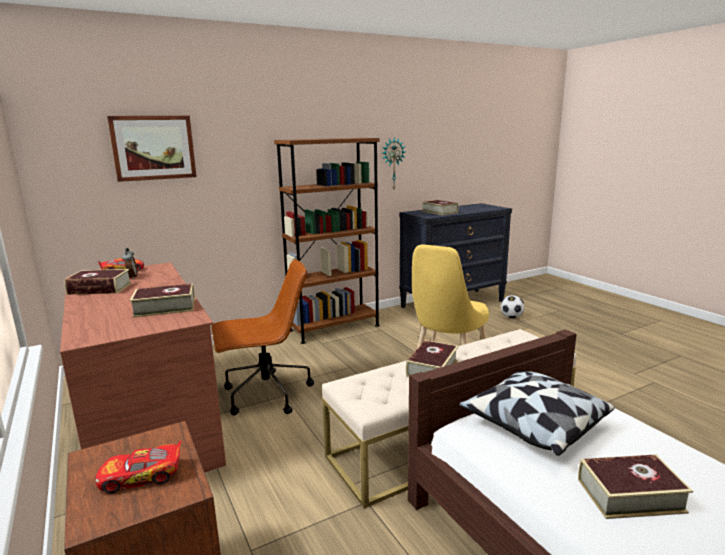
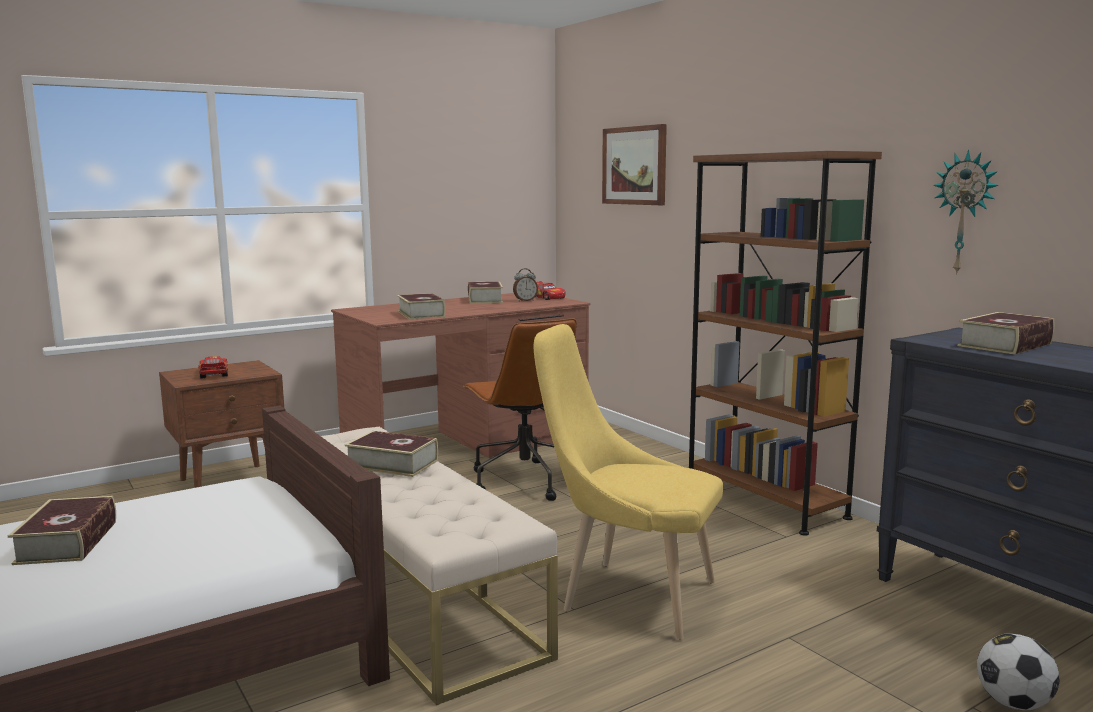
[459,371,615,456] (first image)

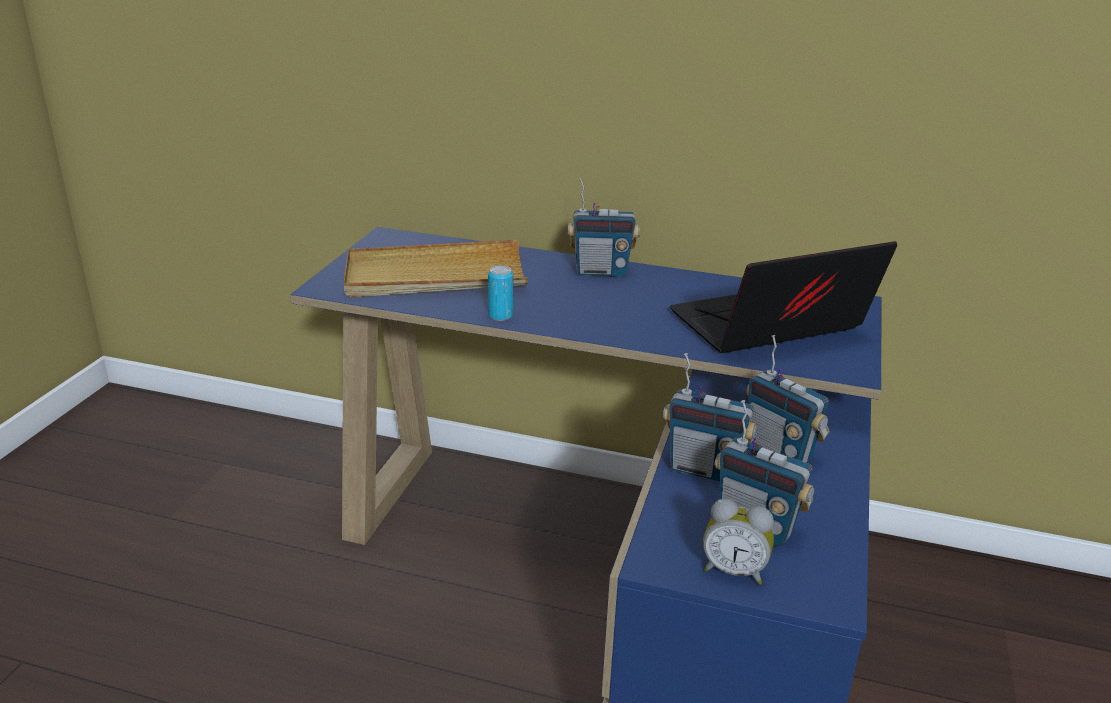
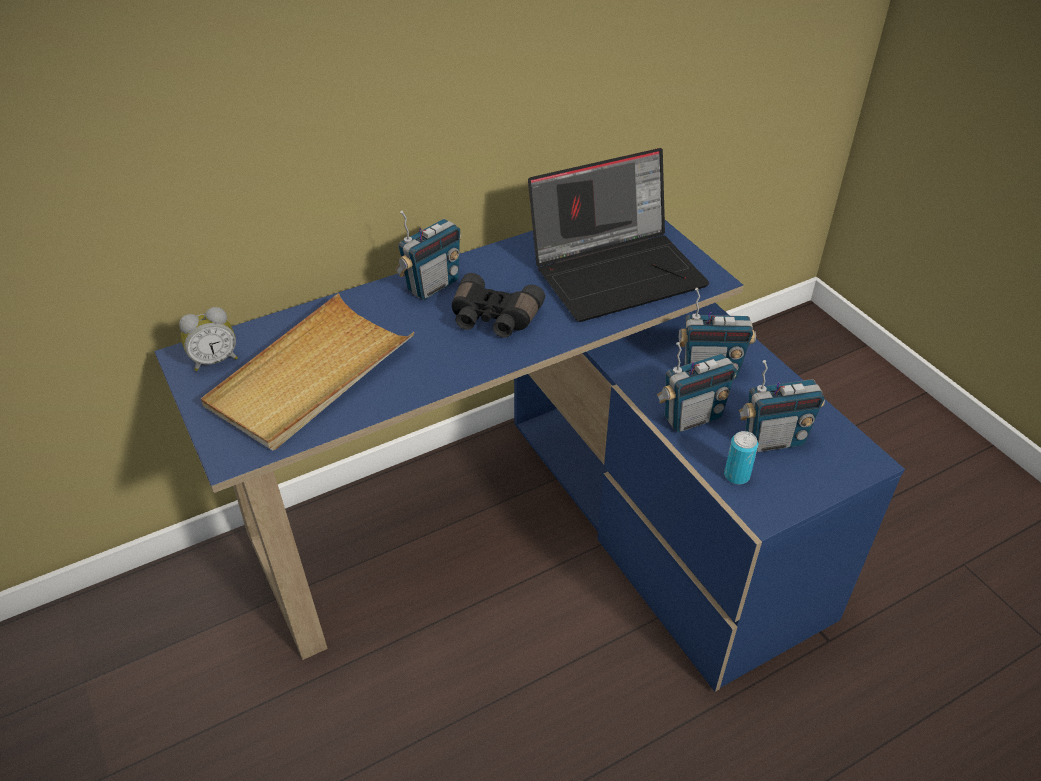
[452,273,545,338]
[724,431,758,485]
[179,307,238,371]
[528,148,709,322]

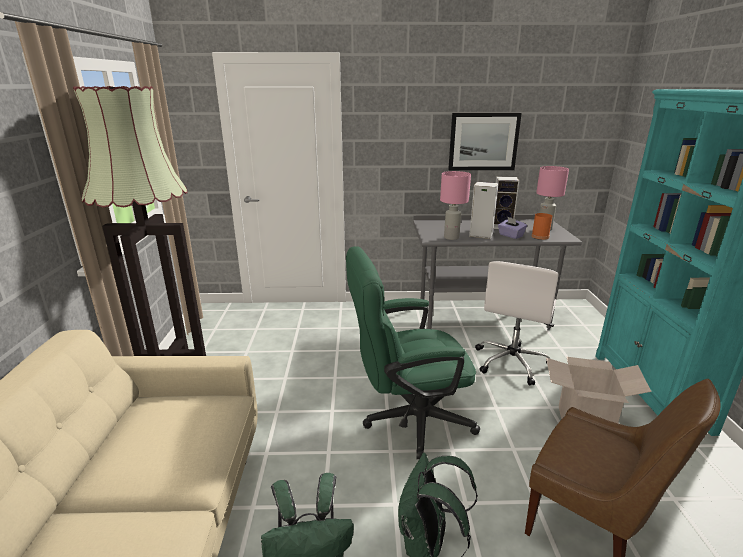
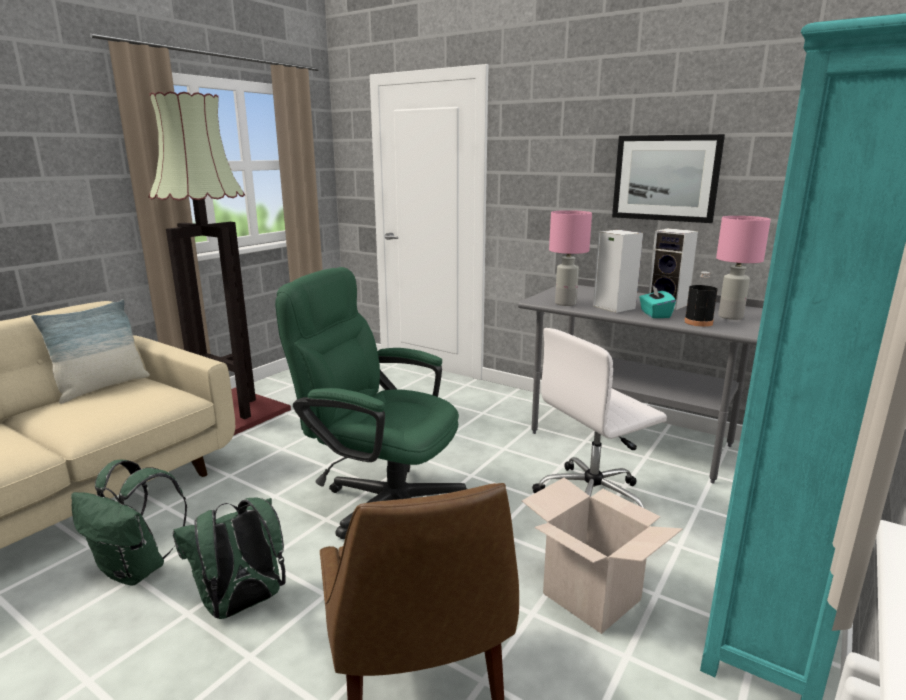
[31,299,150,404]
[639,285,676,318]
[684,272,717,327]

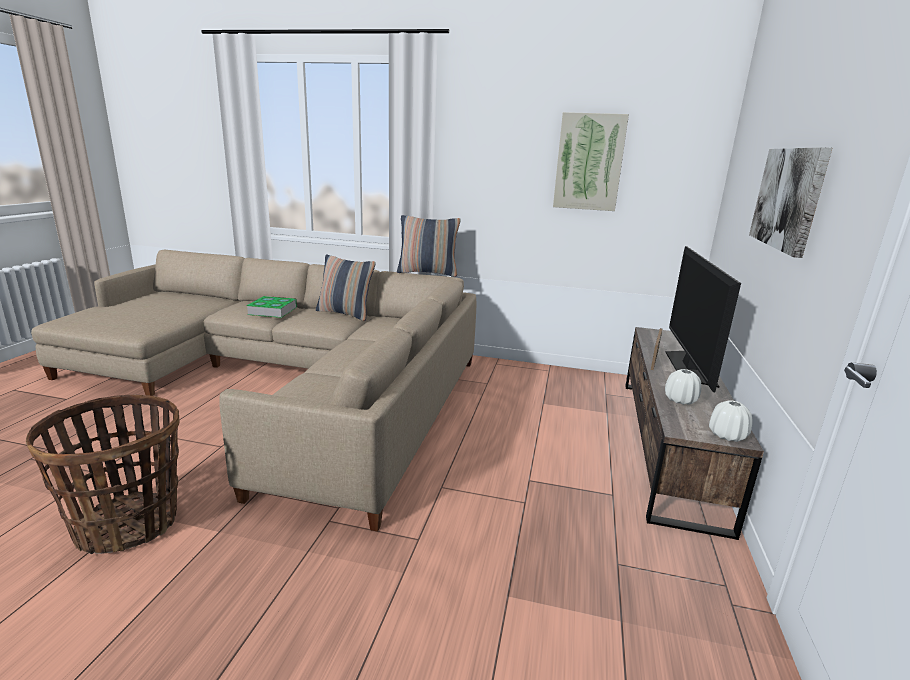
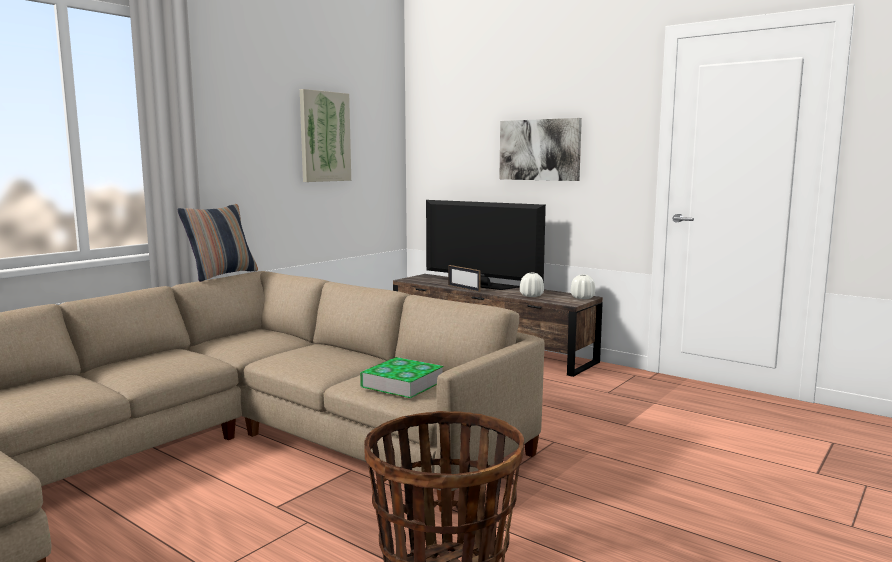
[316,254,376,321] (first image)
[360,357,444,398]

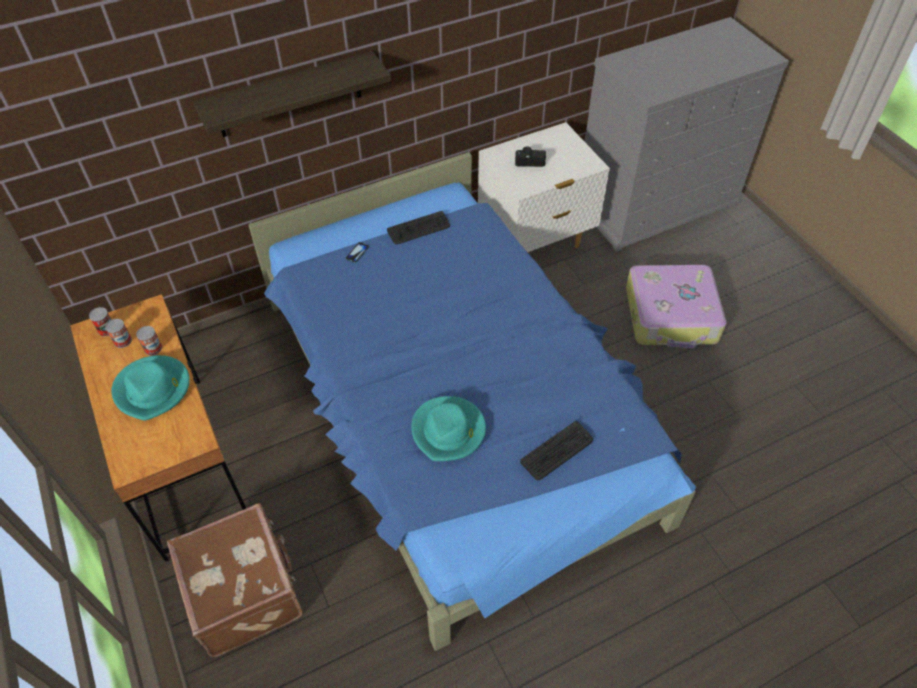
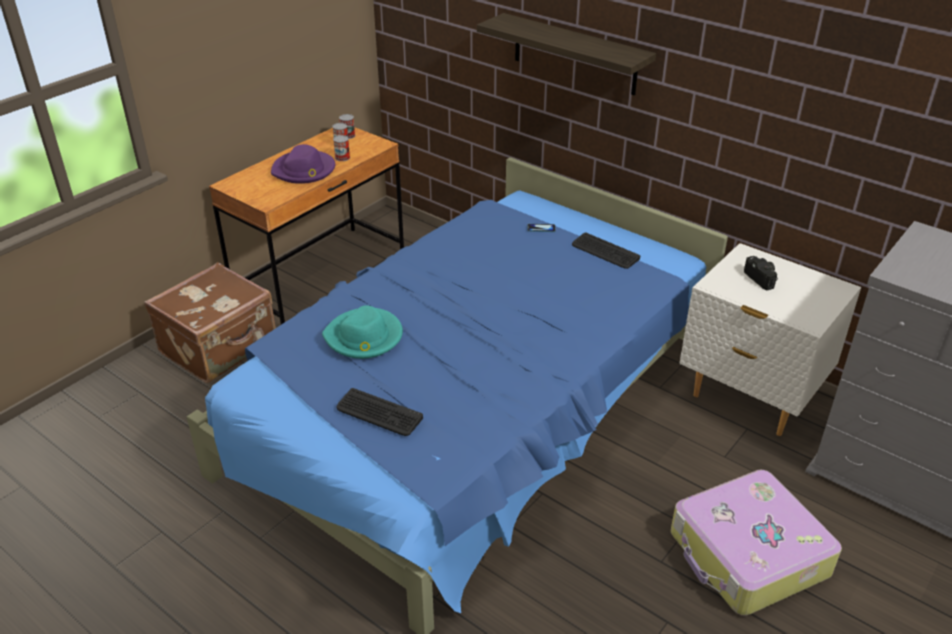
[271,144,335,184]

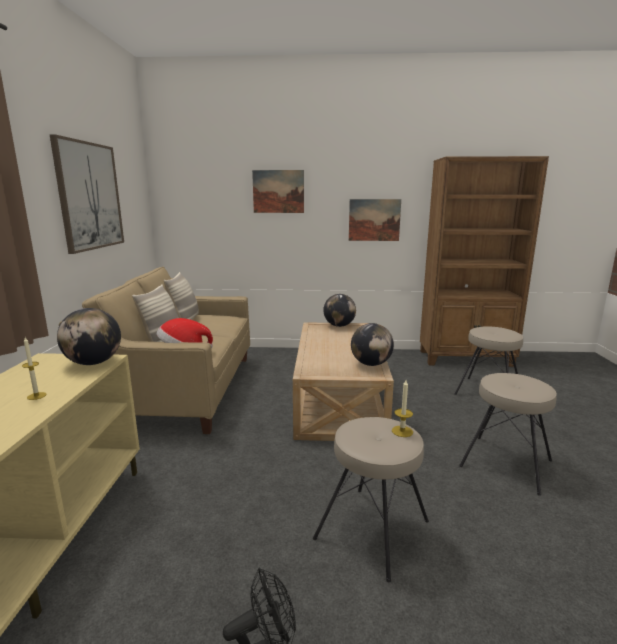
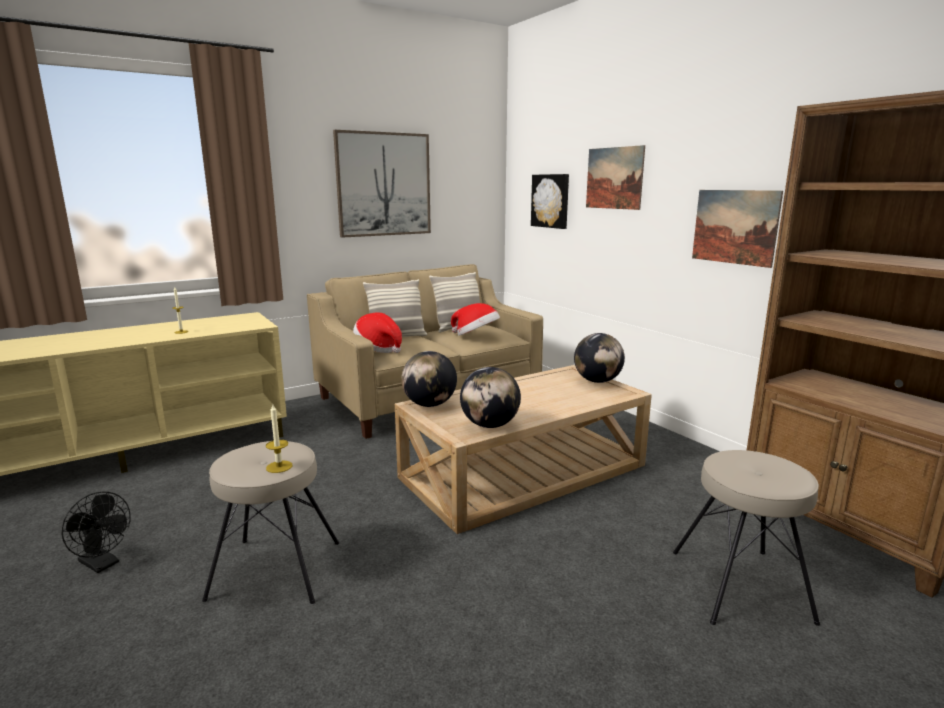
[459,373,557,496] (first image)
[451,303,500,336]
[531,174,569,229]
[401,351,457,407]

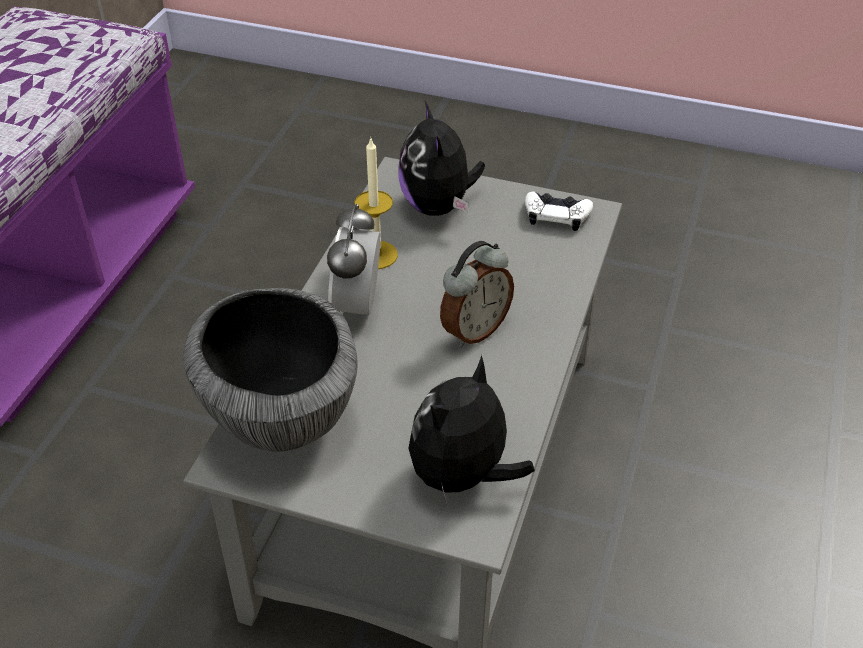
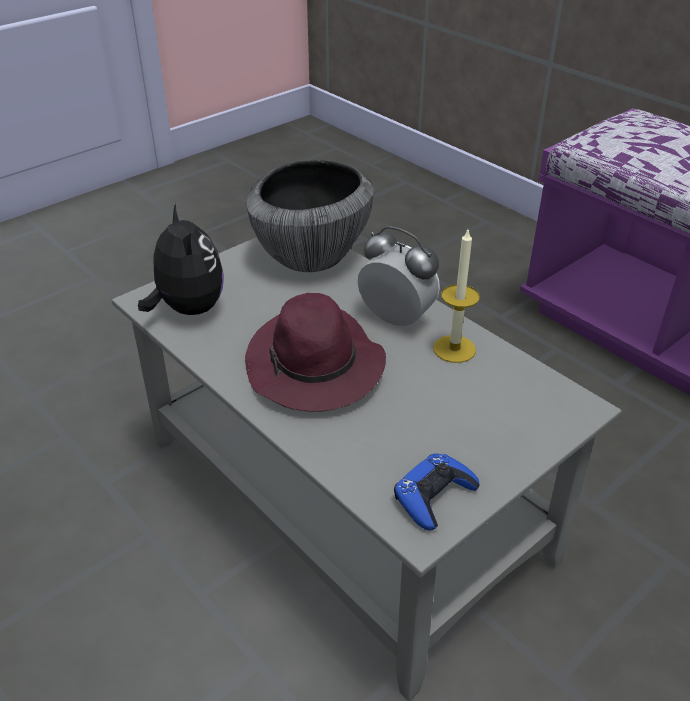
[398,101,485,216] (first image)
[245,293,386,412]
[394,453,480,531]

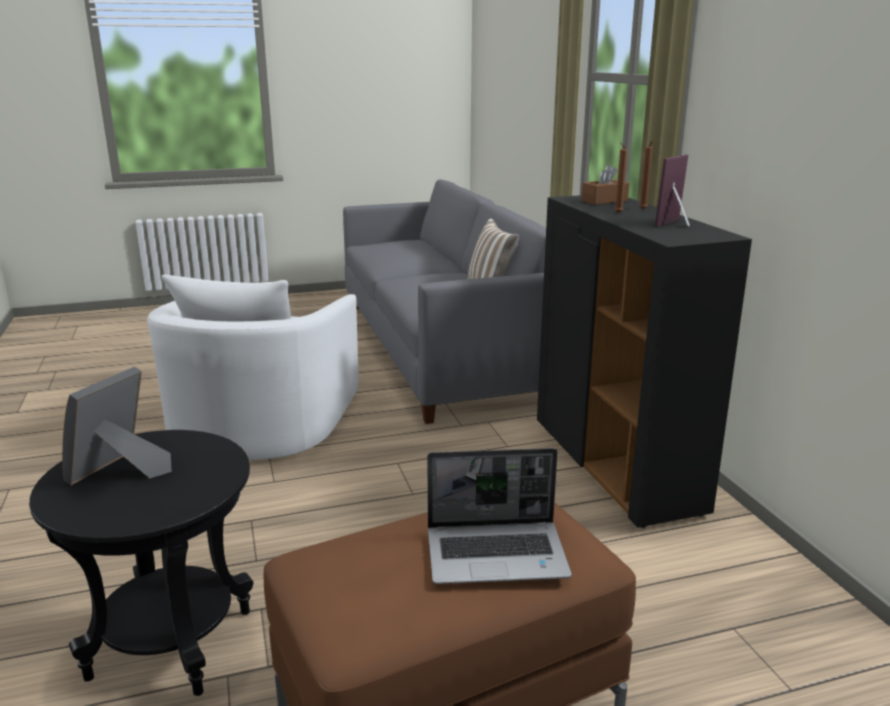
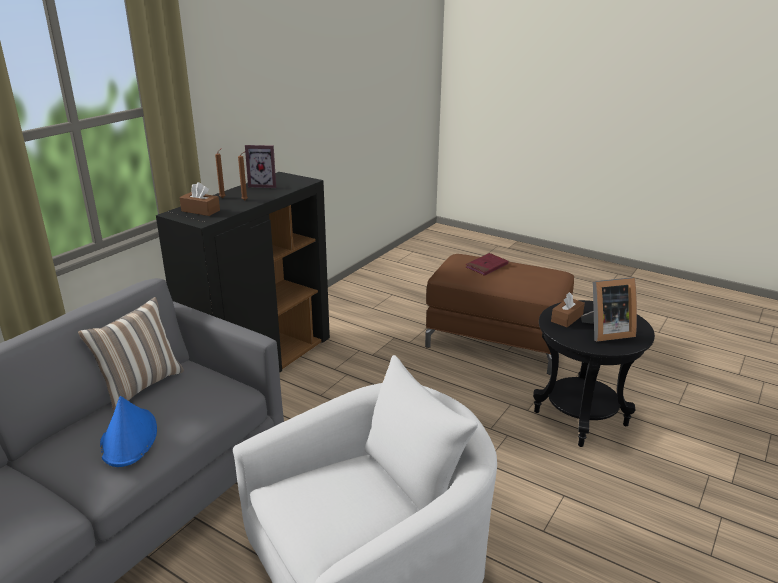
[100,396,157,467]
[551,292,585,327]
[466,253,509,275]

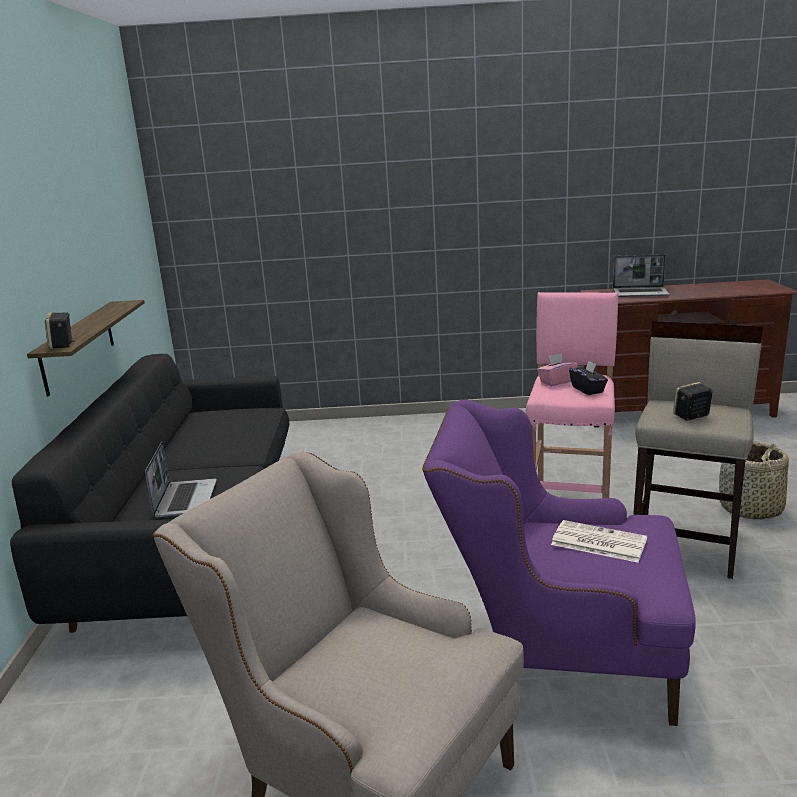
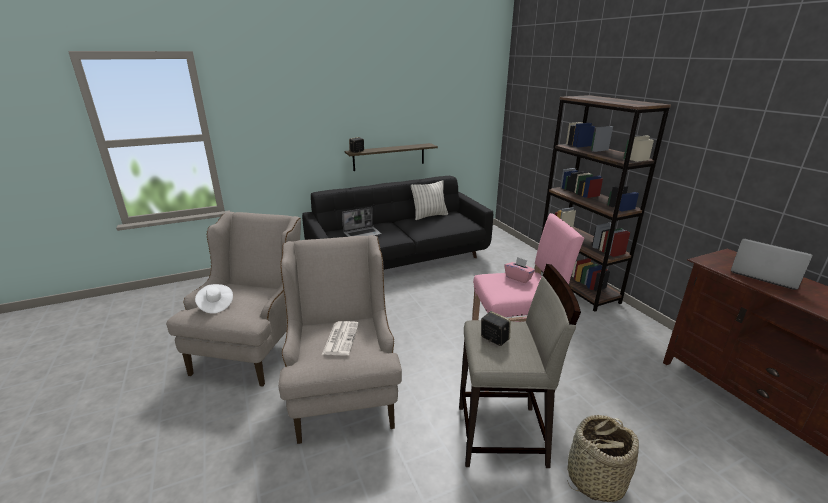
[569,360,608,395] (first image)
[195,284,233,314]
[411,180,448,220]
[541,95,671,312]
[278,235,402,444]
[731,238,813,290]

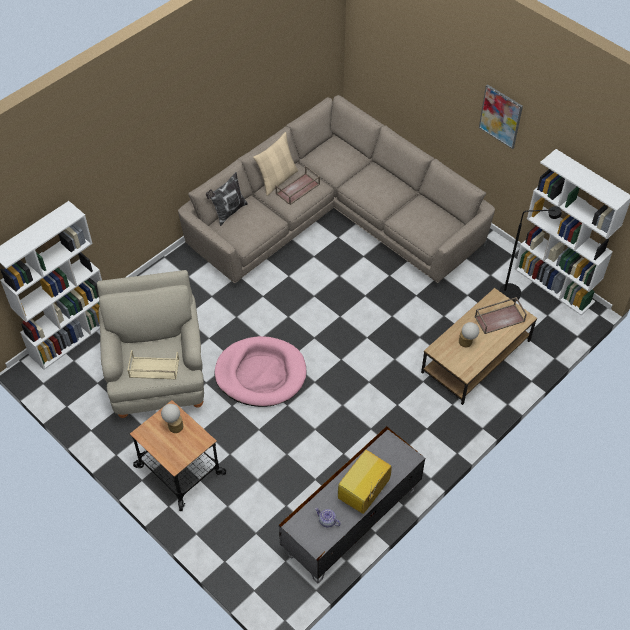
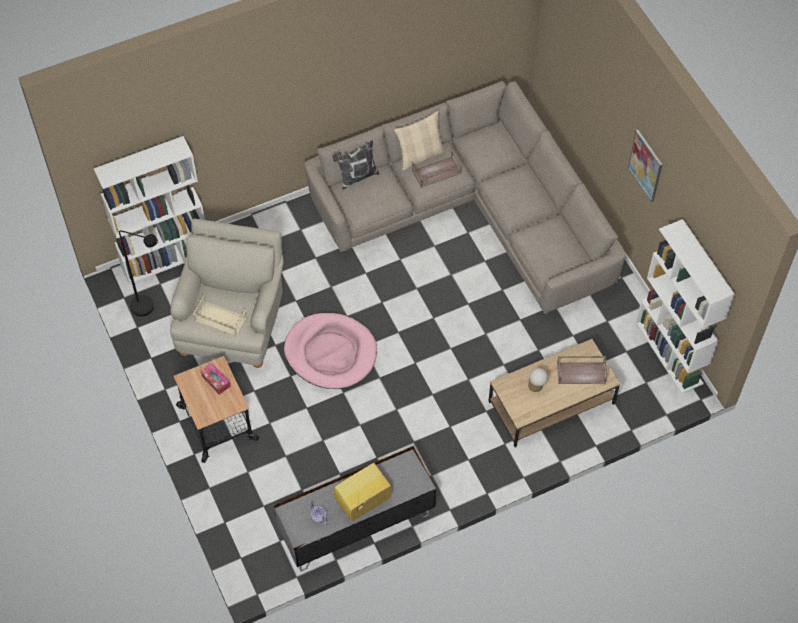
[119,230,158,317]
[201,363,231,395]

